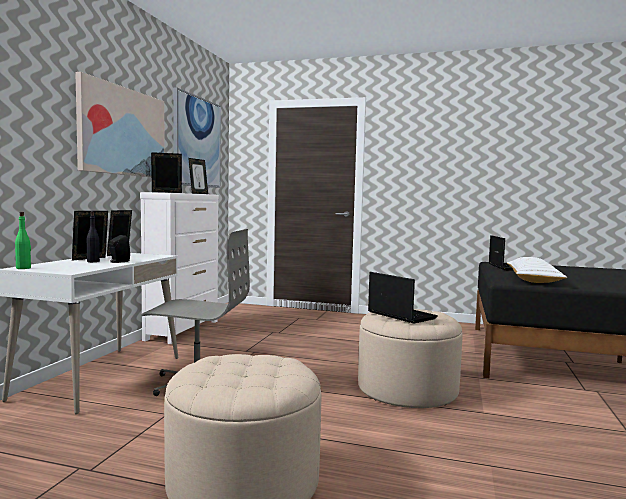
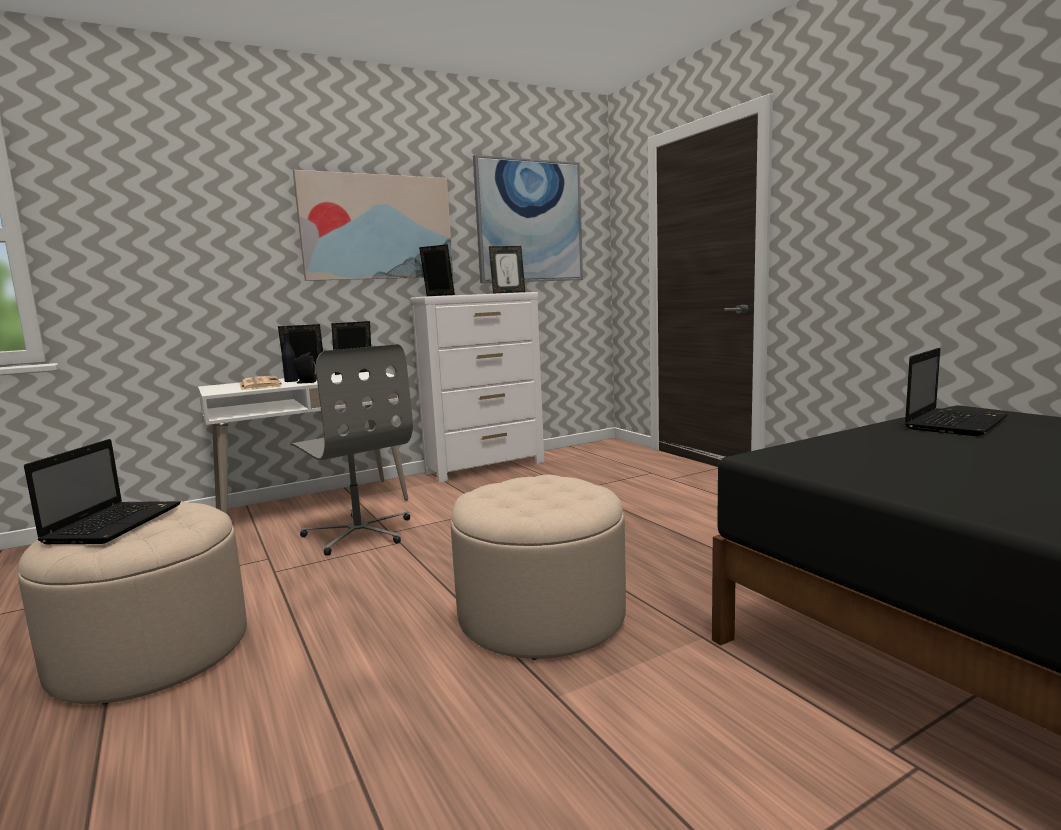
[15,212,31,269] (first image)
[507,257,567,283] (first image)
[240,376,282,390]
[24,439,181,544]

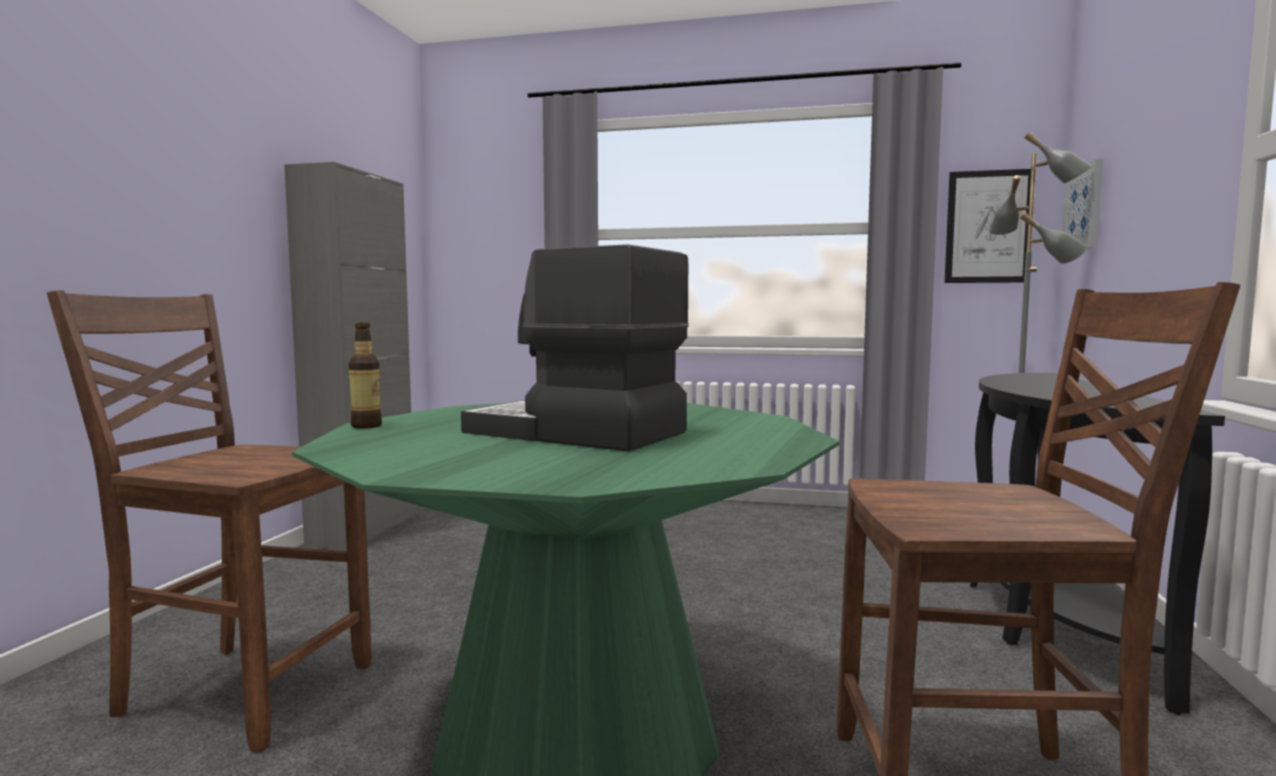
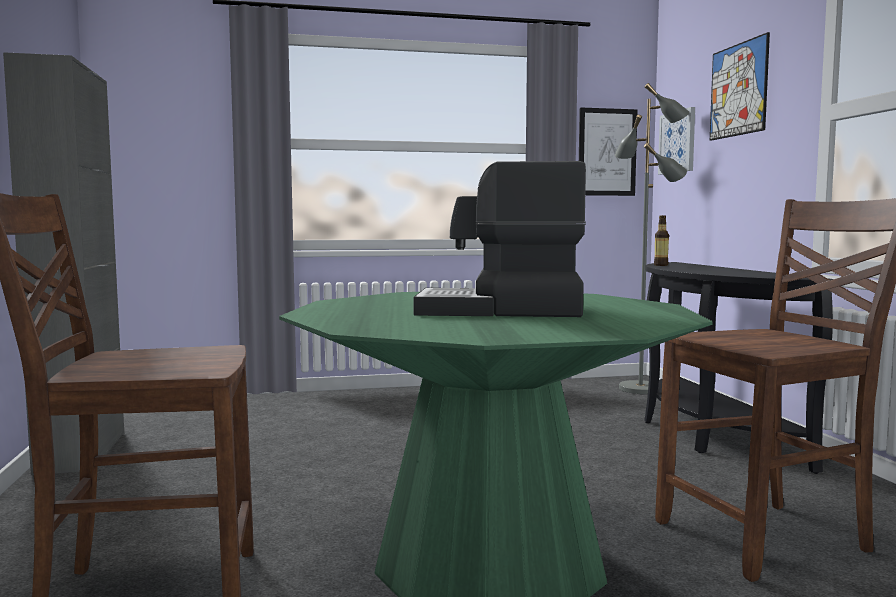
[710,32,770,141]
[654,215,669,266]

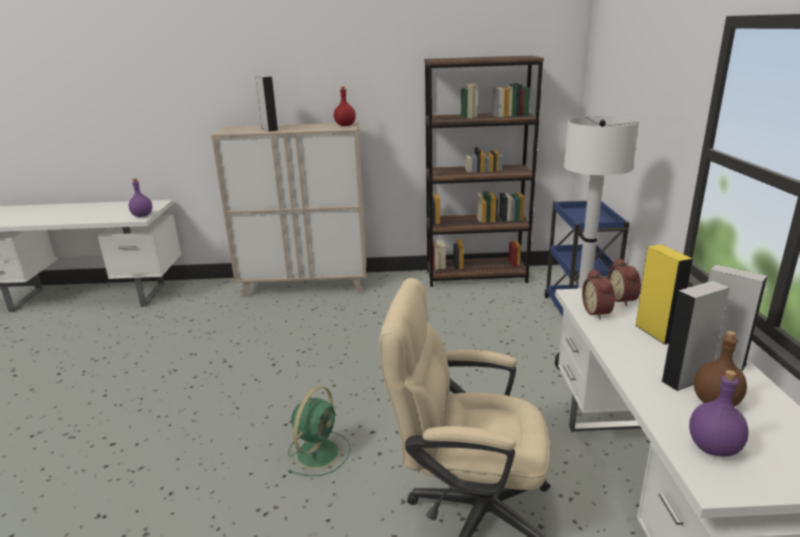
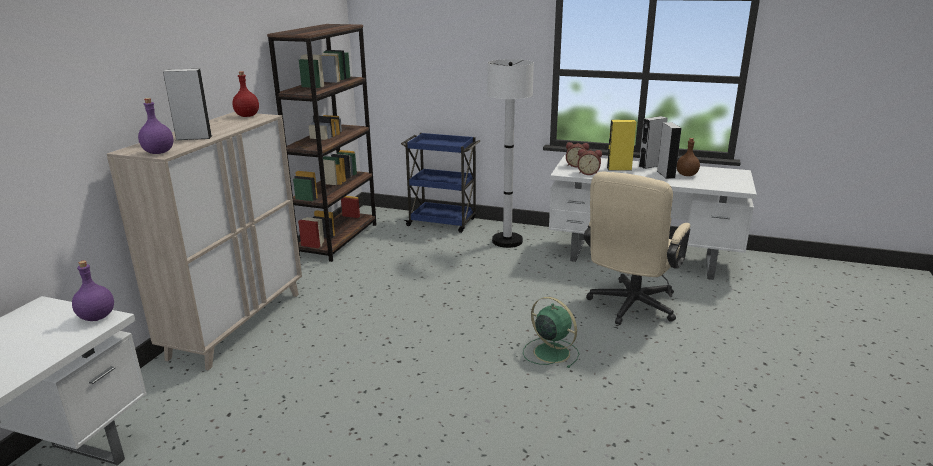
[138,98,173,154]

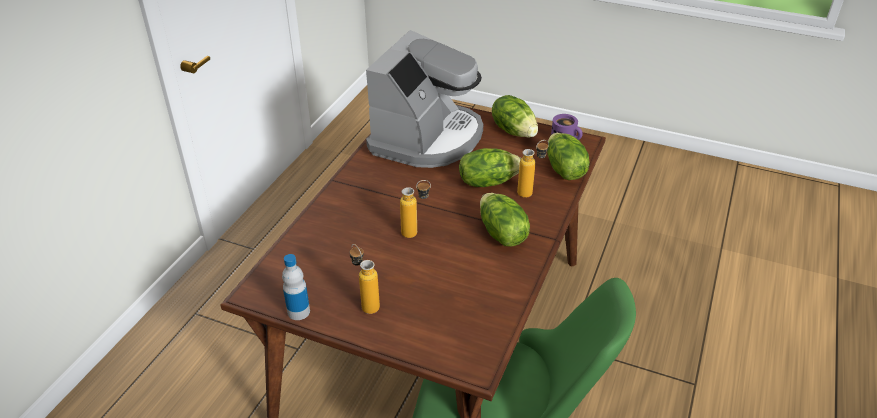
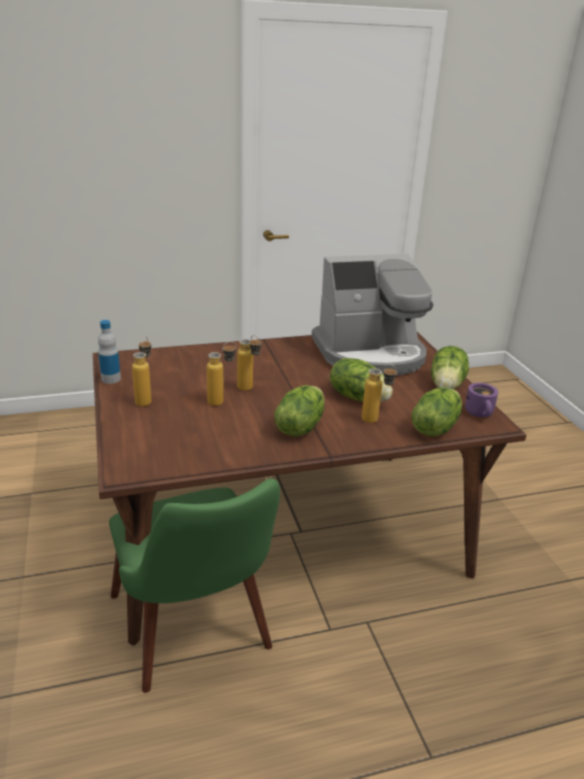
[207,341,236,406]

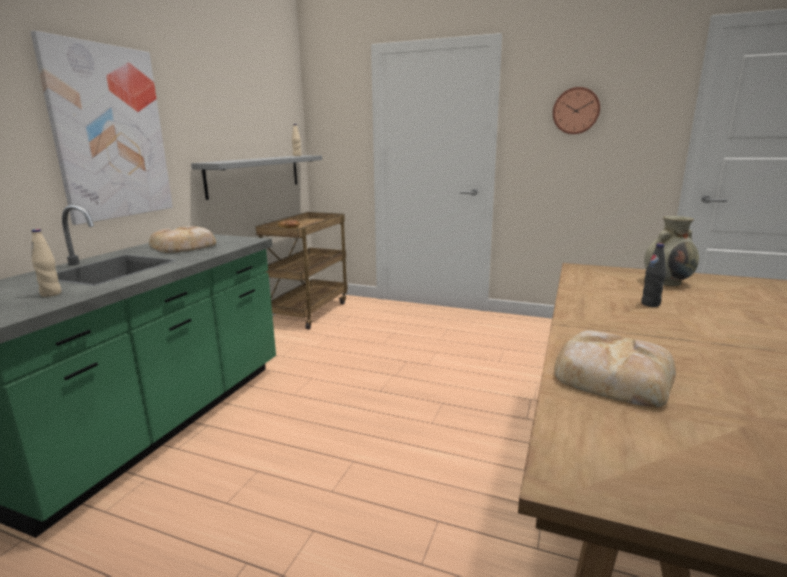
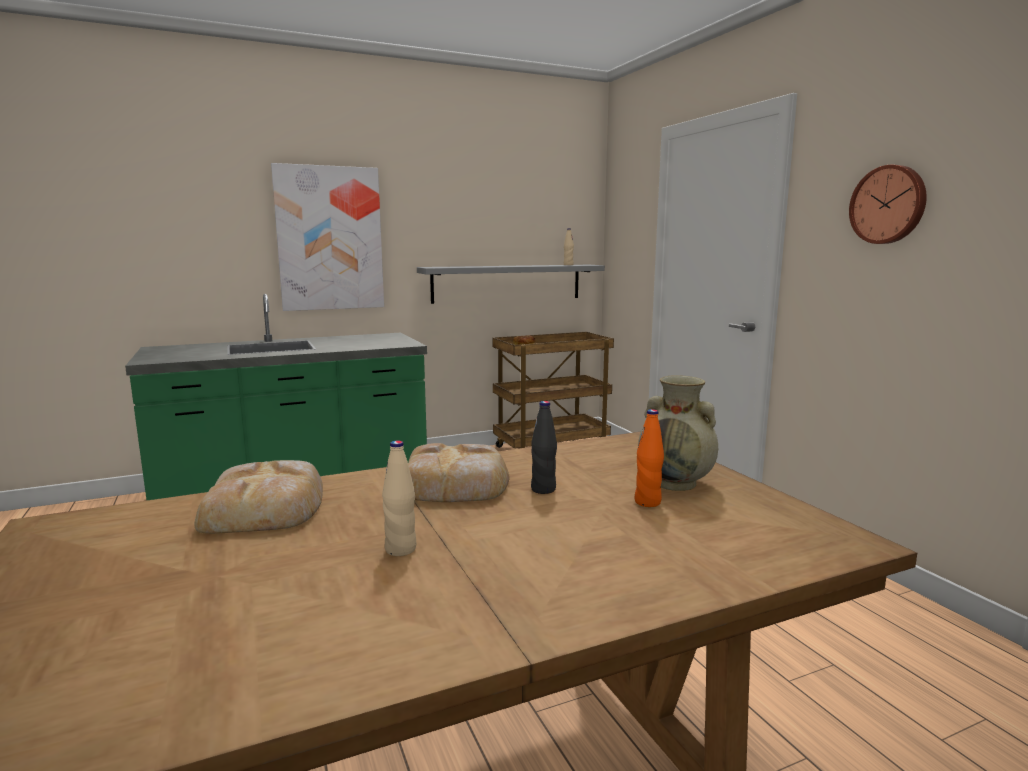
[635,409,664,507]
[382,441,416,556]
[408,443,510,502]

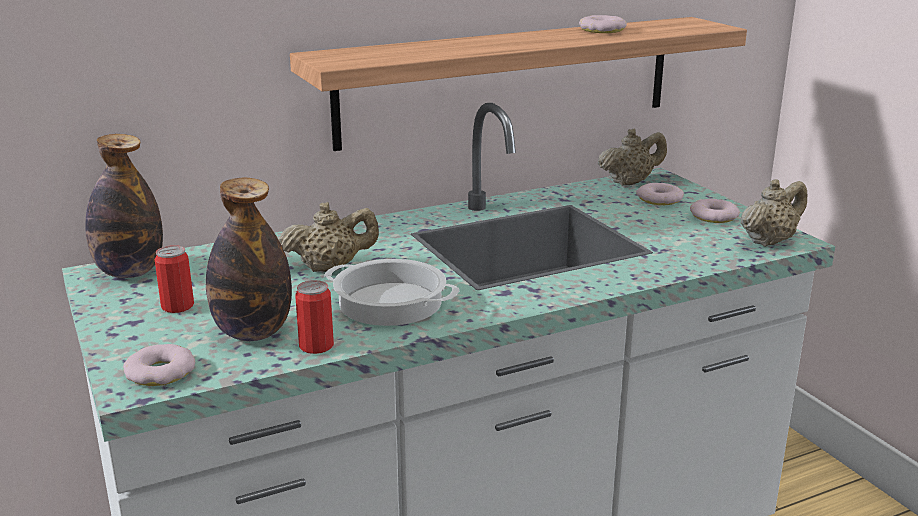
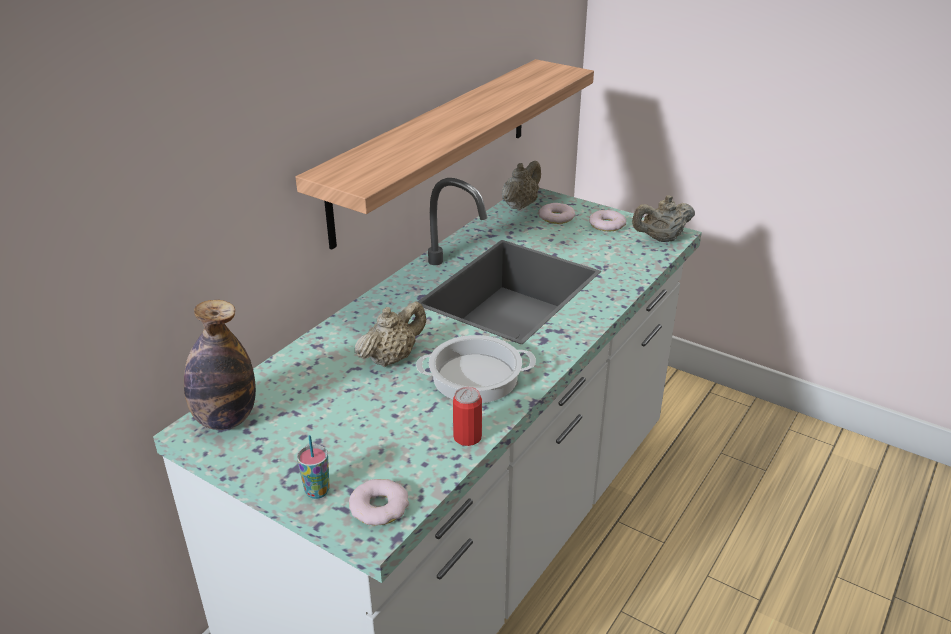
[155,245,194,313] (first image)
[206,178,292,341] (first image)
[579,15,627,33] (first image)
[297,435,330,499]
[632,195,695,242]

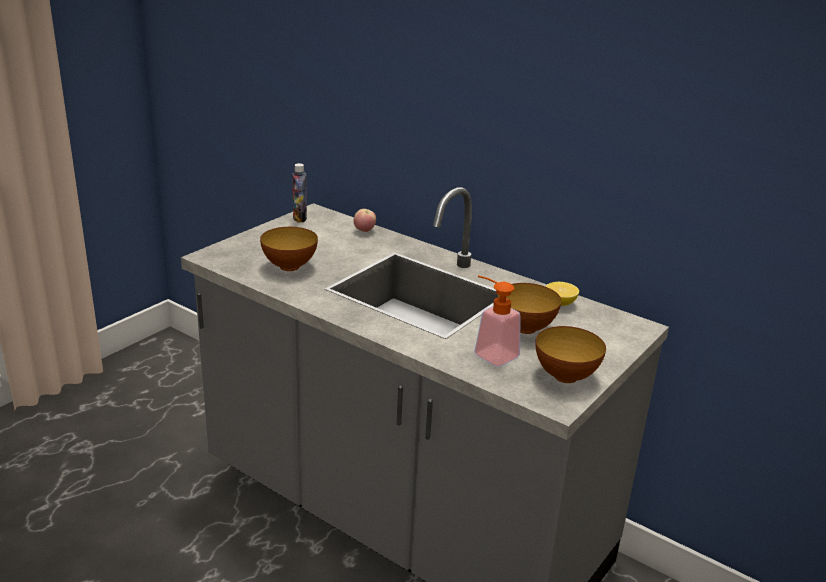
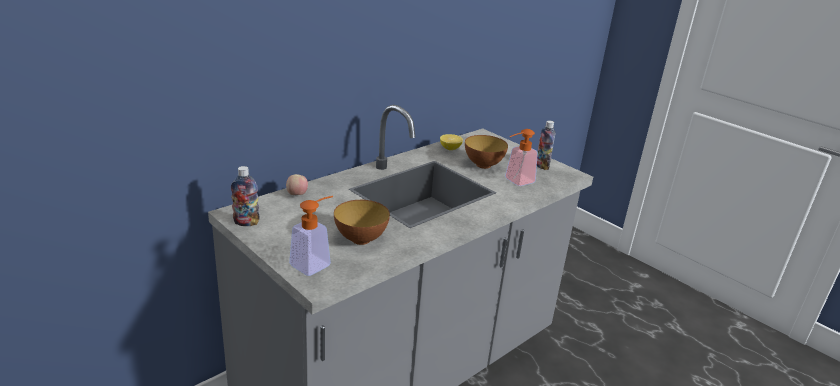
[289,196,333,276]
[537,120,555,170]

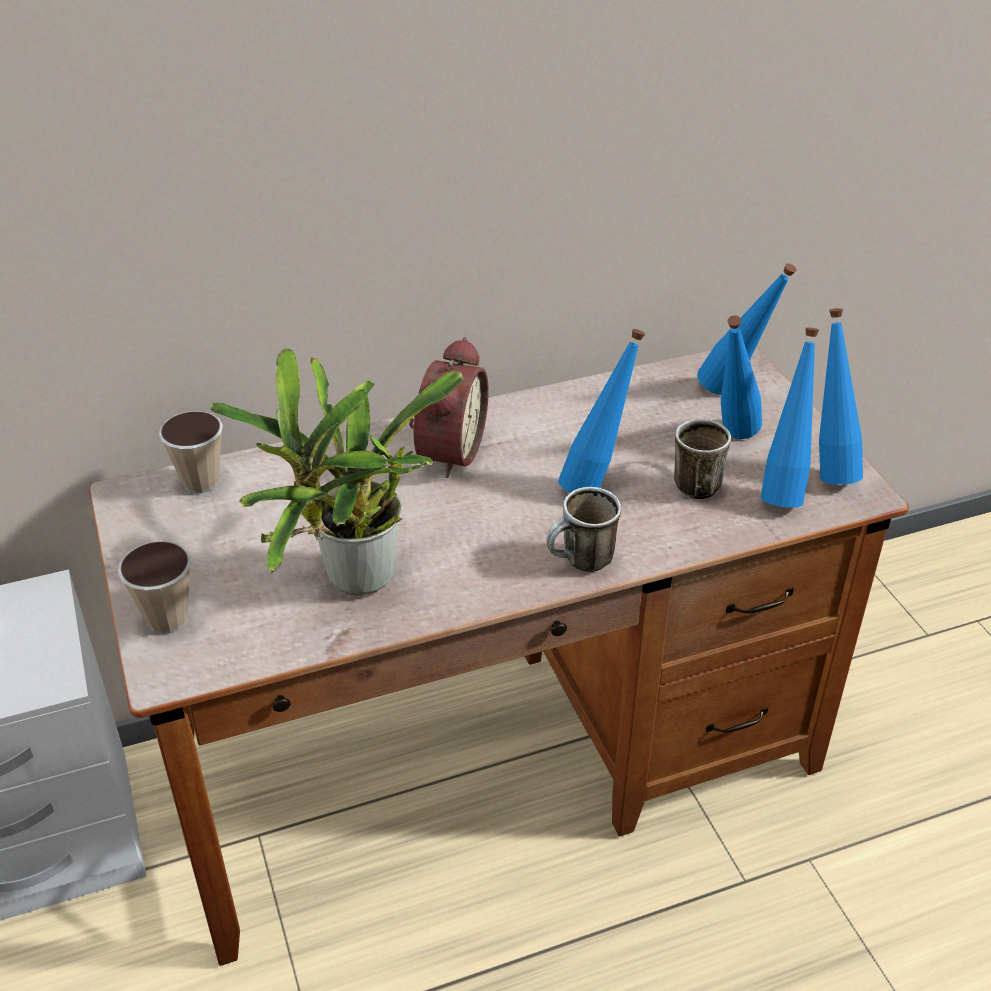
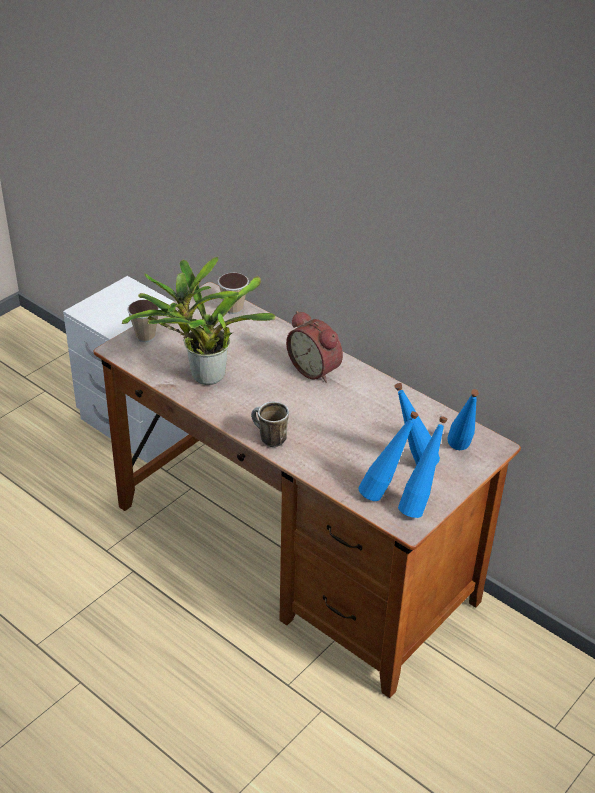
[558,329,645,493] (first image)
[674,419,731,500] (first image)
[286,311,343,383]

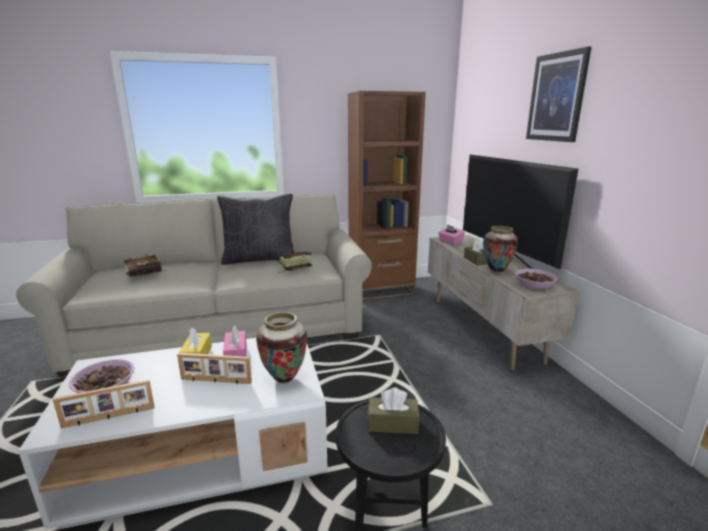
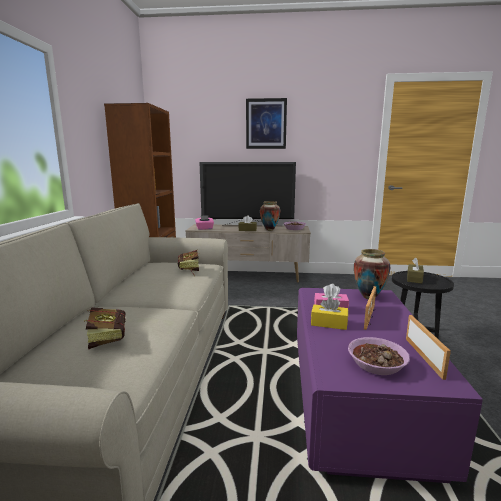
[217,194,294,265] (first image)
[297,288,483,483]

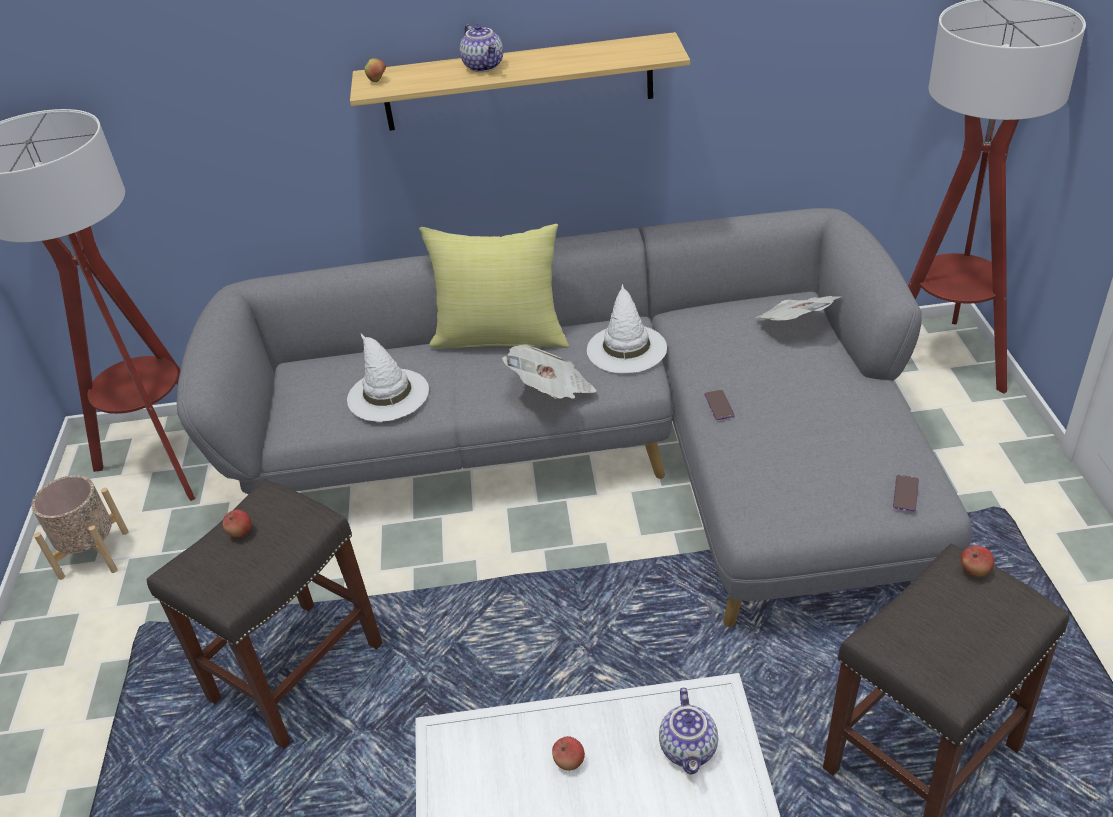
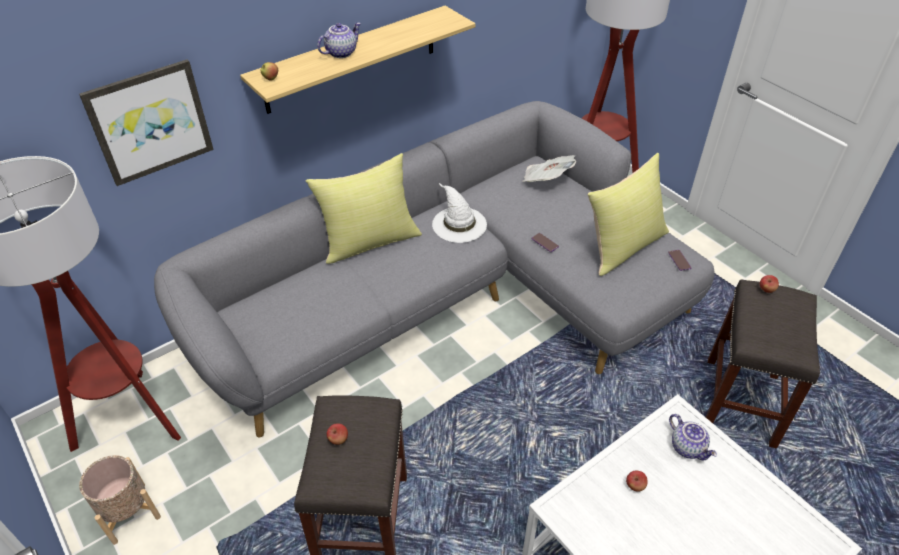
[347,334,429,422] (first image)
[502,345,596,399] (first image)
[79,59,214,186]
[587,153,669,276]
[317,22,361,58]

